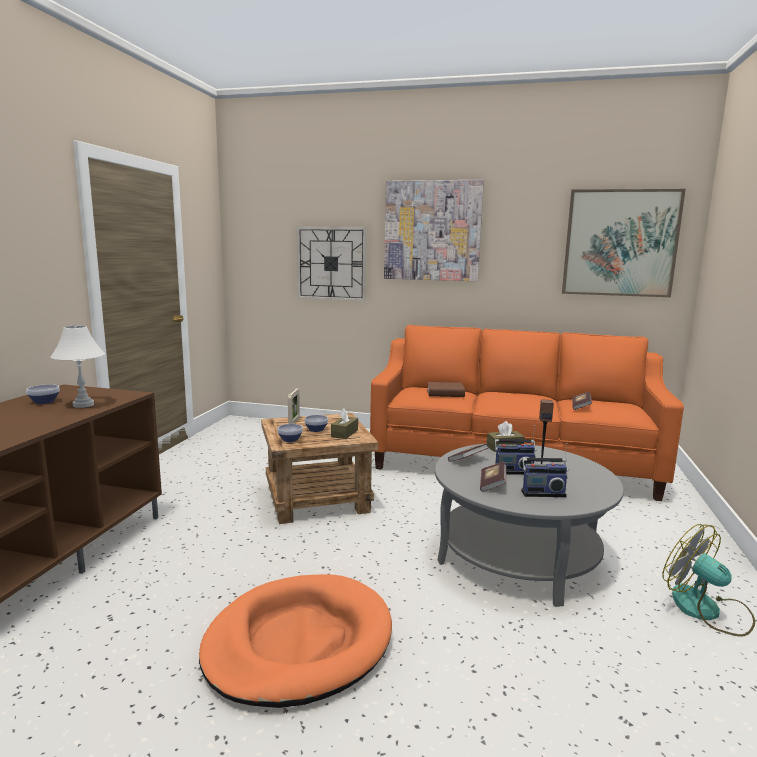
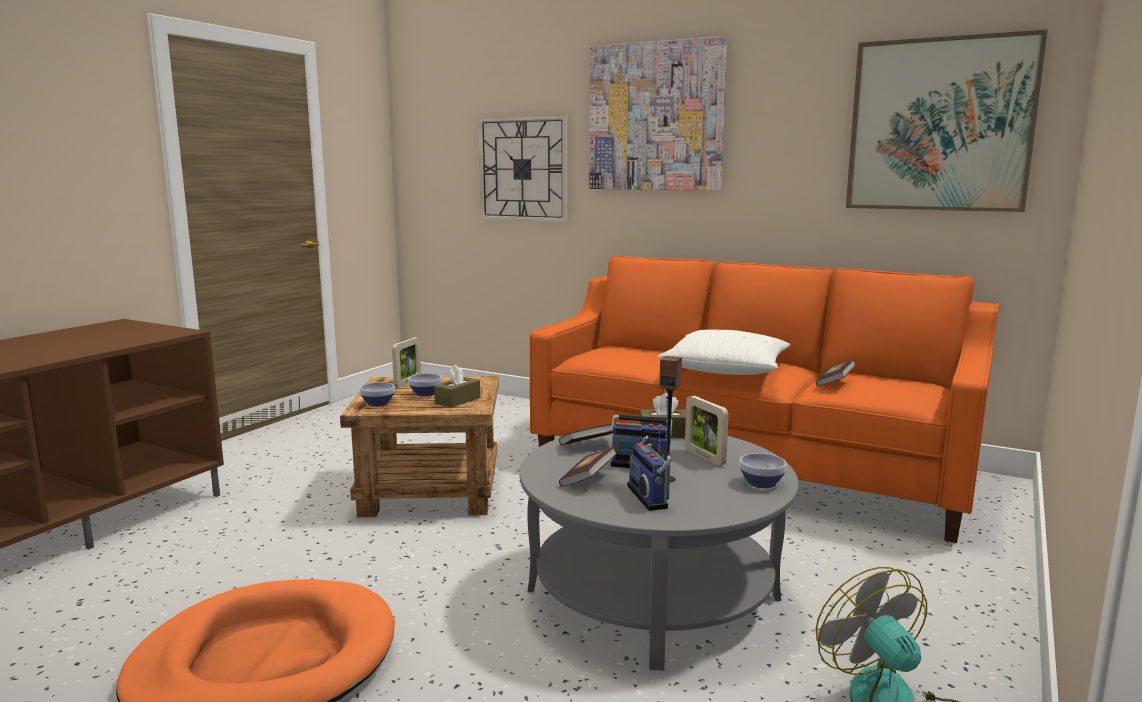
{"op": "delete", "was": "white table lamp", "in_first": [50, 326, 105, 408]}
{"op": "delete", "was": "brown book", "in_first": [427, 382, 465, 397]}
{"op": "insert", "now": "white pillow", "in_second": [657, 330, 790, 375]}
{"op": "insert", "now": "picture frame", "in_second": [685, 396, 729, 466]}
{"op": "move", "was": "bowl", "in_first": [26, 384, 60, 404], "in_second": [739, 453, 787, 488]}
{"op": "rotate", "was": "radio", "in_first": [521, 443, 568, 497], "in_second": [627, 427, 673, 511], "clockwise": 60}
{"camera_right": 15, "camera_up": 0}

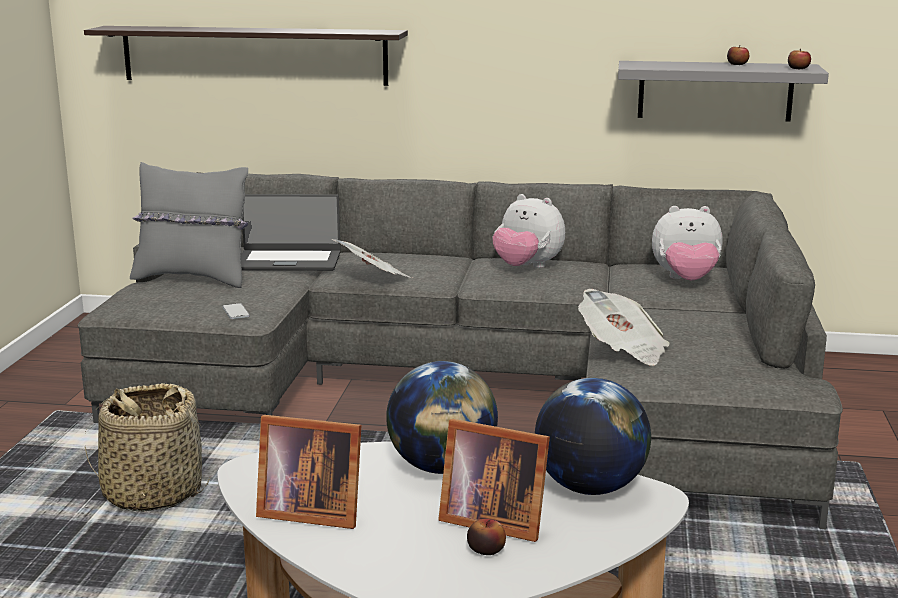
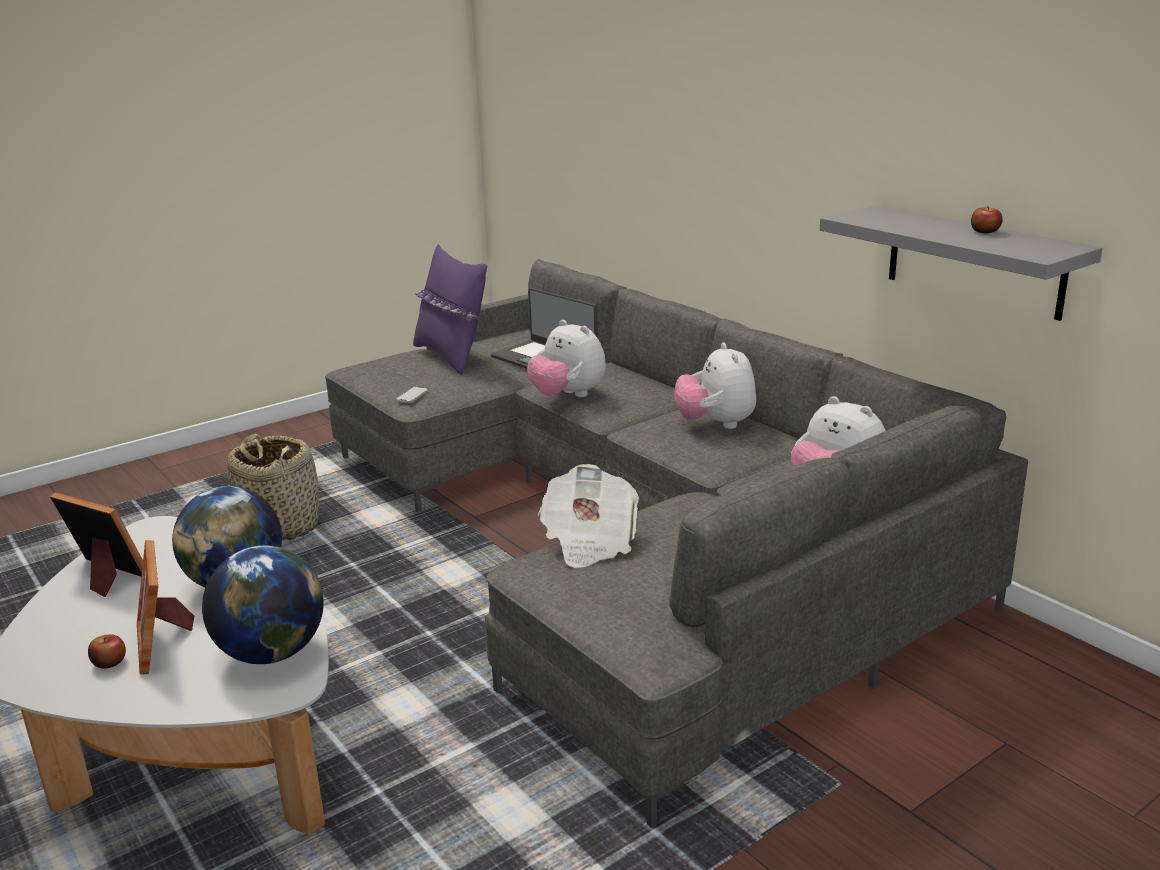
{"op": "delete", "was": "shelf", "in_first": [84, 26, 408, 86]}
{"op": "delete", "was": "apple", "in_first": [788, 49, 811, 69]}
{"op": "replace", "was": "newspaper", "now": "plush toy", "in_first": [331, 239, 412, 278], "in_second": [527, 320, 606, 397]}
{"op": "recolor", "was": "grey pillow", "now": "purple pillow", "in_first": [130, 162, 248, 288], "in_second": [413, 244, 488, 375]}
{"op": "rotate", "was": "picture frame", "in_first": [256, 415, 362, 529], "in_second": [50, 492, 143, 597], "clockwise": 150}
{"camera_right": 45, "camera_up": 5}

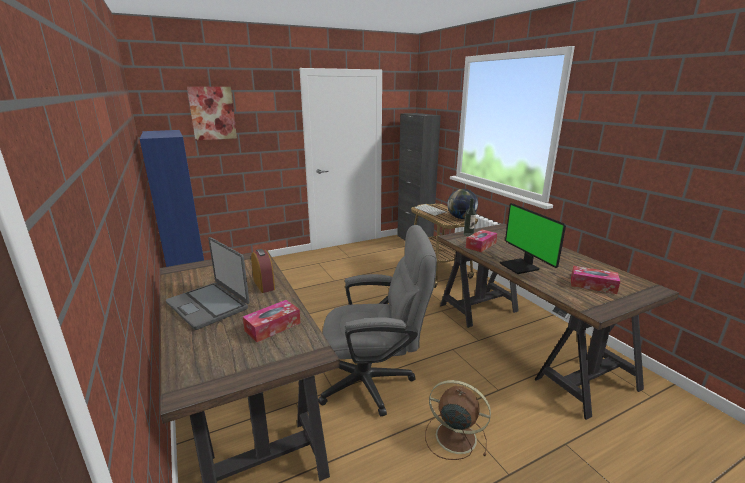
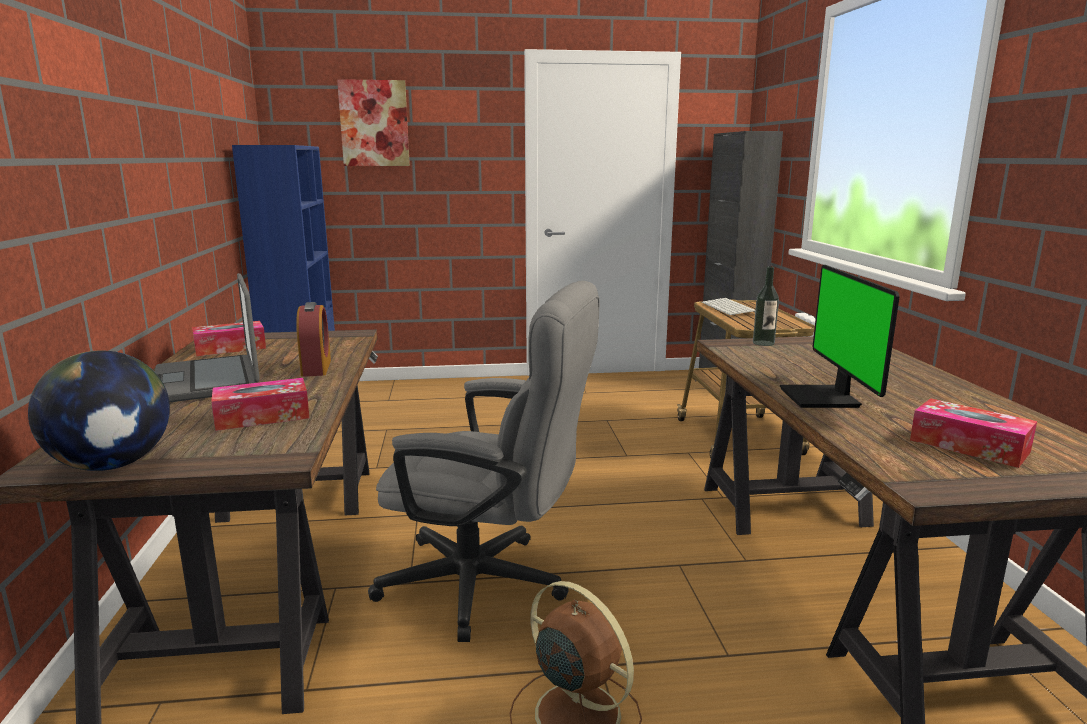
{"op": "move", "was": "globe", "in_first": [447, 189, 478, 219], "in_second": [28, 350, 170, 471]}
{"op": "move", "was": "tissue box", "in_first": [466, 230, 497, 252], "in_second": [192, 321, 266, 356]}
{"camera_right": 20, "camera_up": -5}

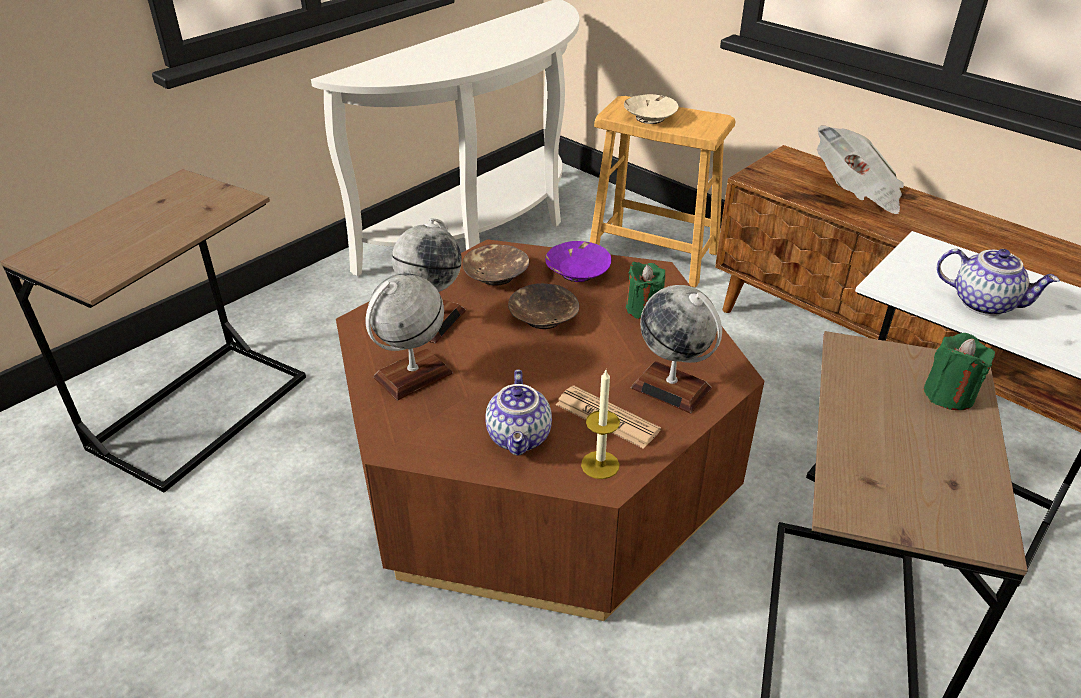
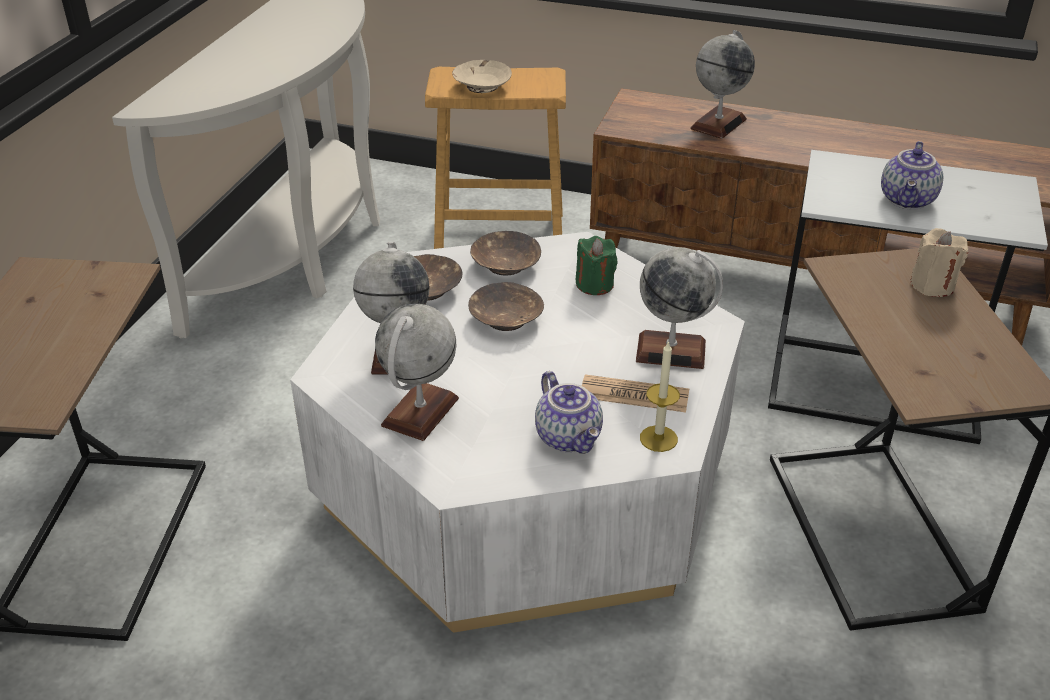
{"op": "replace", "was": "newspaper", "now": "globe", "in_first": [817, 125, 904, 214], "in_second": [690, 30, 755, 139]}
{"op": "recolor", "was": "brown coffee table", "now": "white coffee table", "in_first": [336, 239, 764, 621], "in_second": [290, 232, 745, 633]}
{"op": "recolor", "was": "purple bowl", "now": "brown bowl", "in_first": [545, 241, 612, 282], "in_second": [470, 231, 541, 275]}
{"op": "recolor", "was": "green candle", "now": "beige candle", "in_first": [924, 333, 995, 410], "in_second": [911, 228, 968, 297]}
{"op": "rotate", "was": "teapot", "in_first": [937, 249, 1060, 316], "in_second": [881, 141, 943, 210], "clockwise": 105}
{"camera_right": -25, "camera_up": 0}

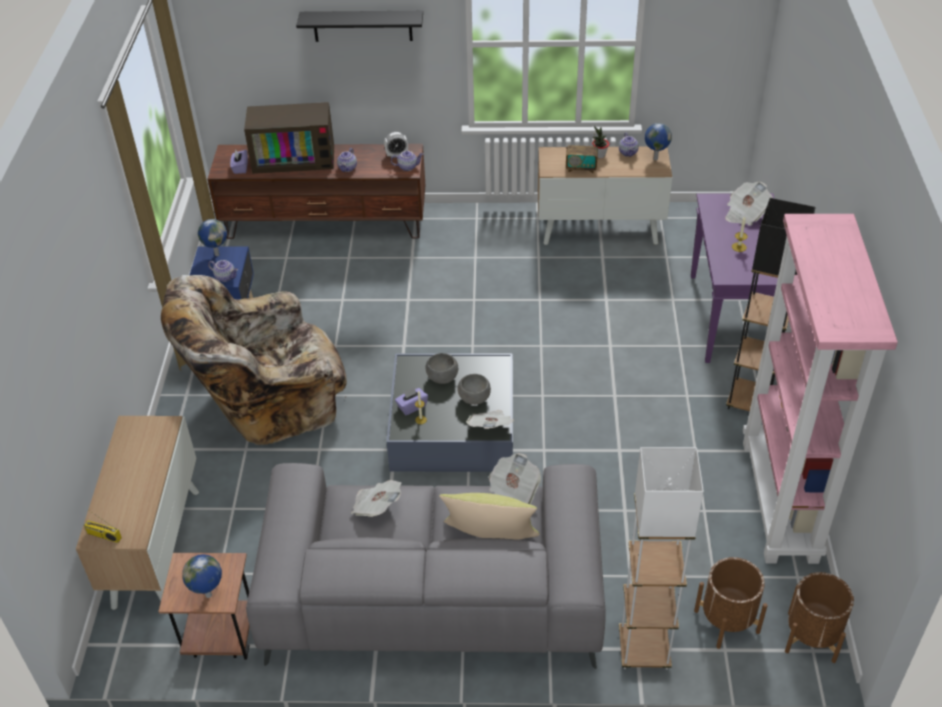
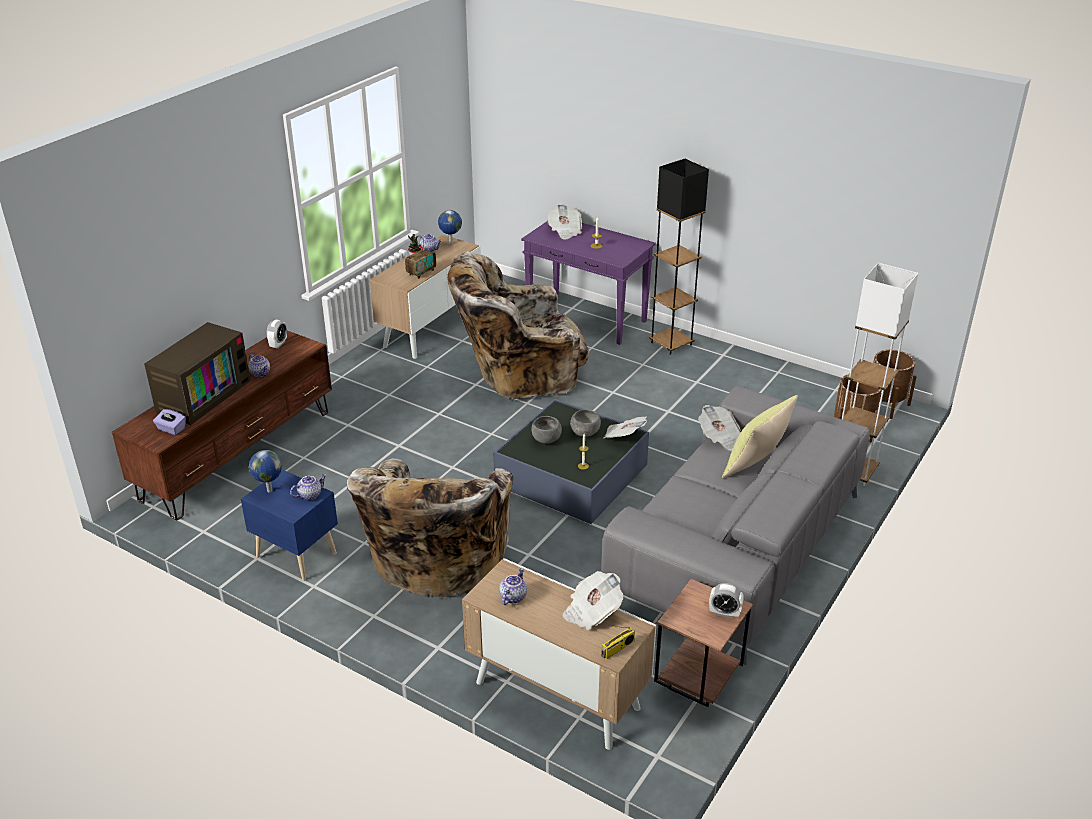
{"op": "delete", "was": "black shelf", "in_first": [296, 11, 423, 42]}
{"op": "delete", "was": "purple tissue box", "in_first": [395, 387, 428, 415]}
{"op": "delete", "was": "pink bookcase", "in_first": [743, 214, 898, 564]}
{"op": "insert", "now": "beige armchair", "in_second": [447, 251, 589, 400]}
{"op": "move", "was": "newspaper", "in_first": [351, 480, 401, 517], "in_second": [562, 571, 623, 630]}
{"op": "move", "was": "teapot", "in_first": [391, 151, 423, 171], "in_second": [499, 568, 527, 605]}
{"op": "replace", "was": "globe", "now": "alarm clock", "in_first": [182, 554, 222, 598], "in_second": [709, 583, 744, 619]}
{"camera_right": -60, "camera_up": -10}

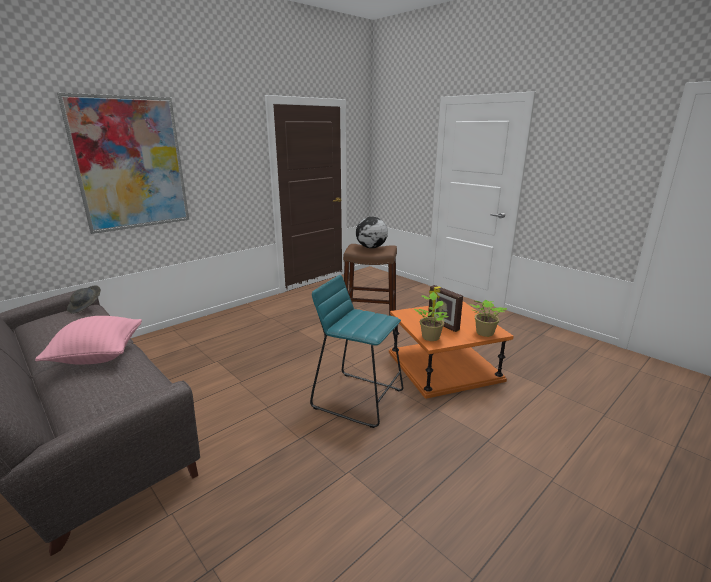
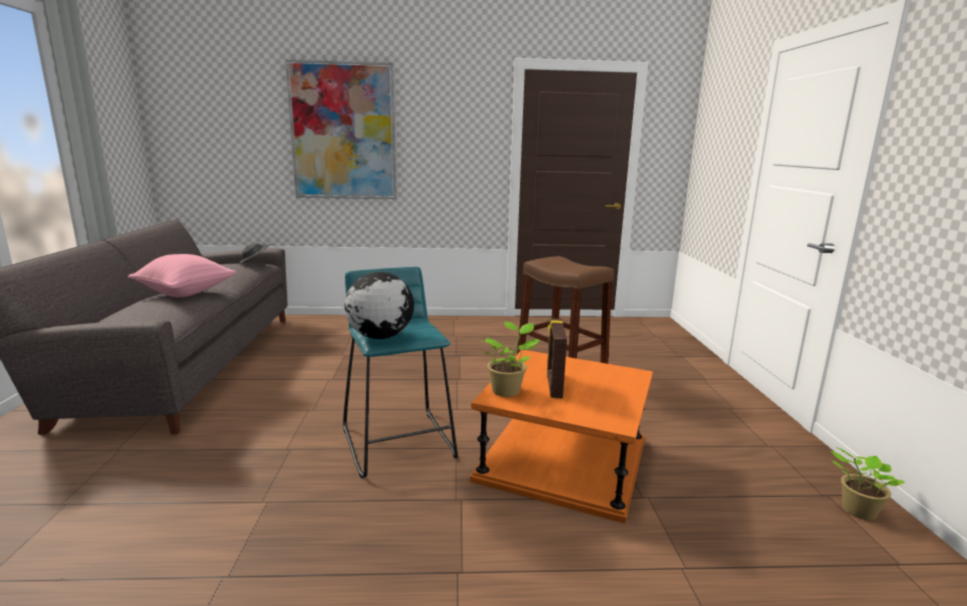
{"op": "move", "was": "globe", "in_first": [356, 217, 388, 248], "in_second": [344, 272, 414, 339]}
{"op": "move", "was": "potted plant", "in_first": [469, 300, 507, 337], "in_second": [831, 447, 904, 520]}
{"camera_right": 40, "camera_up": -5}

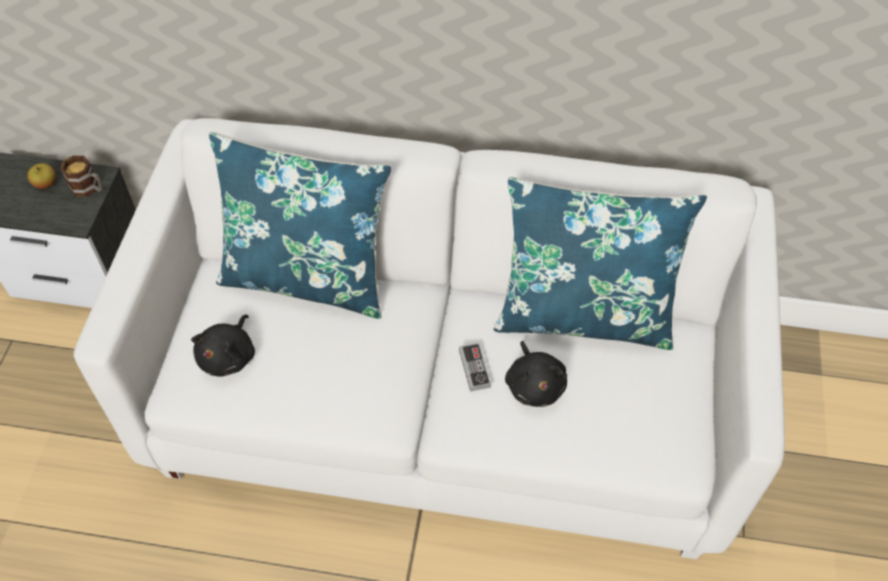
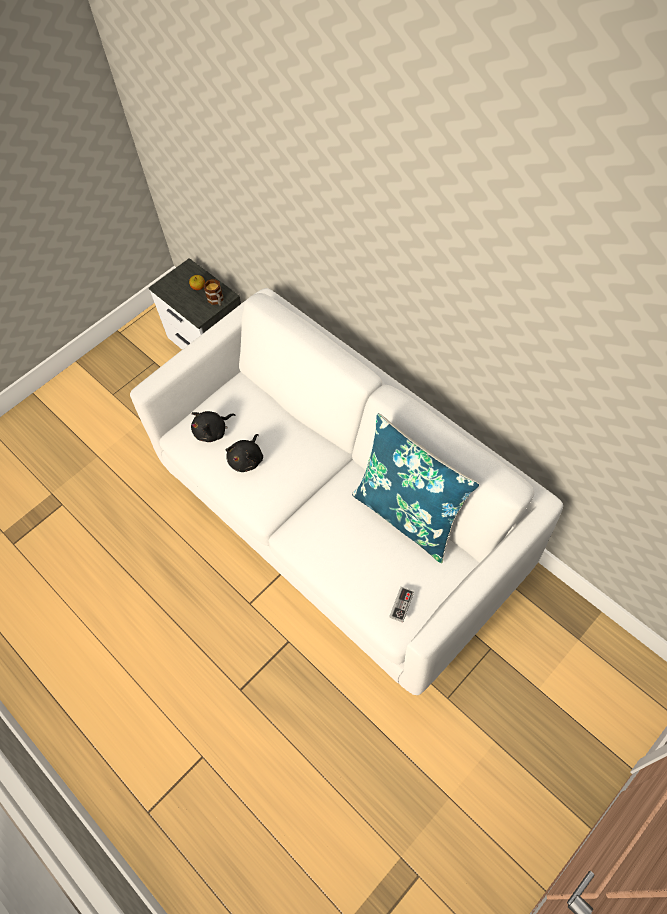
{"op": "delete", "was": "blue pillow", "in_first": [209, 132, 392, 319]}
{"op": "move", "was": "game controller", "in_first": [459, 343, 491, 392], "in_second": [389, 587, 414, 623]}
{"op": "move", "was": "black plush toy", "in_first": [505, 341, 567, 407], "in_second": [226, 434, 263, 472]}
{"camera_right": 40, "camera_up": 5}

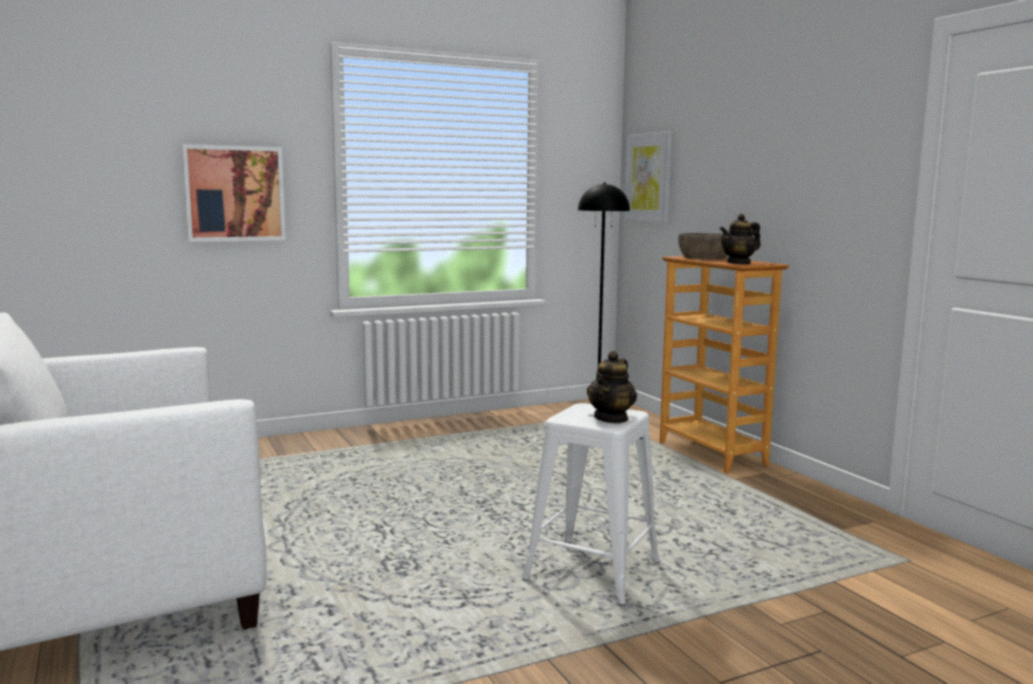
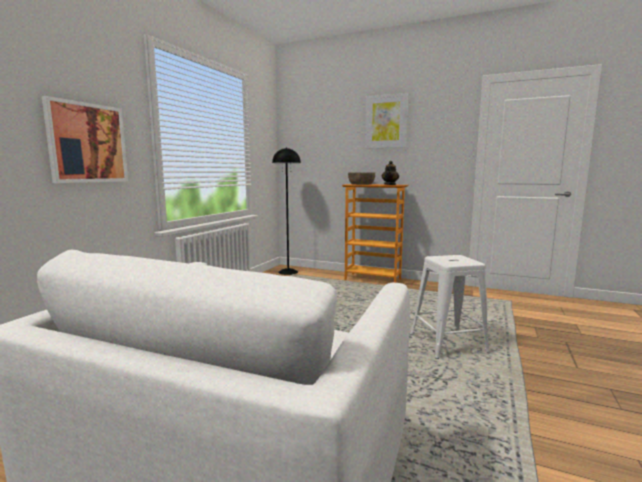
{"op": "delete", "was": "teapot", "in_first": [587, 351, 637, 423]}
{"op": "move", "was": "picture", "in_first": [624, 131, 672, 224], "in_second": [365, 93, 408, 149]}
{"camera_right": -40, "camera_up": 0}

